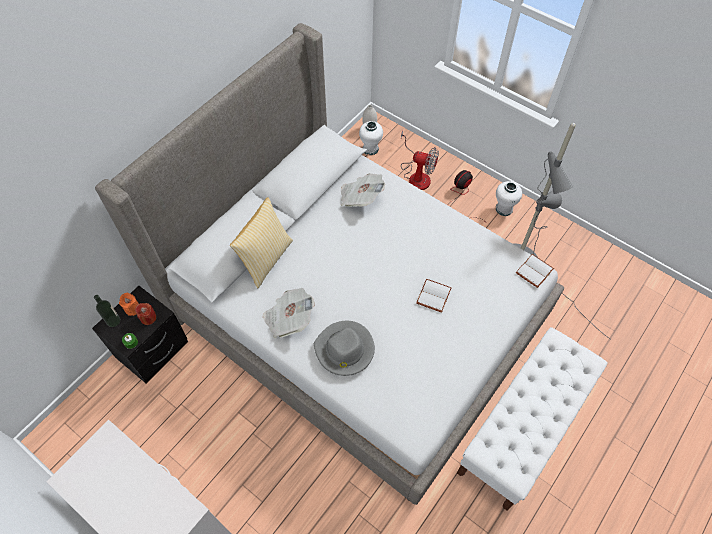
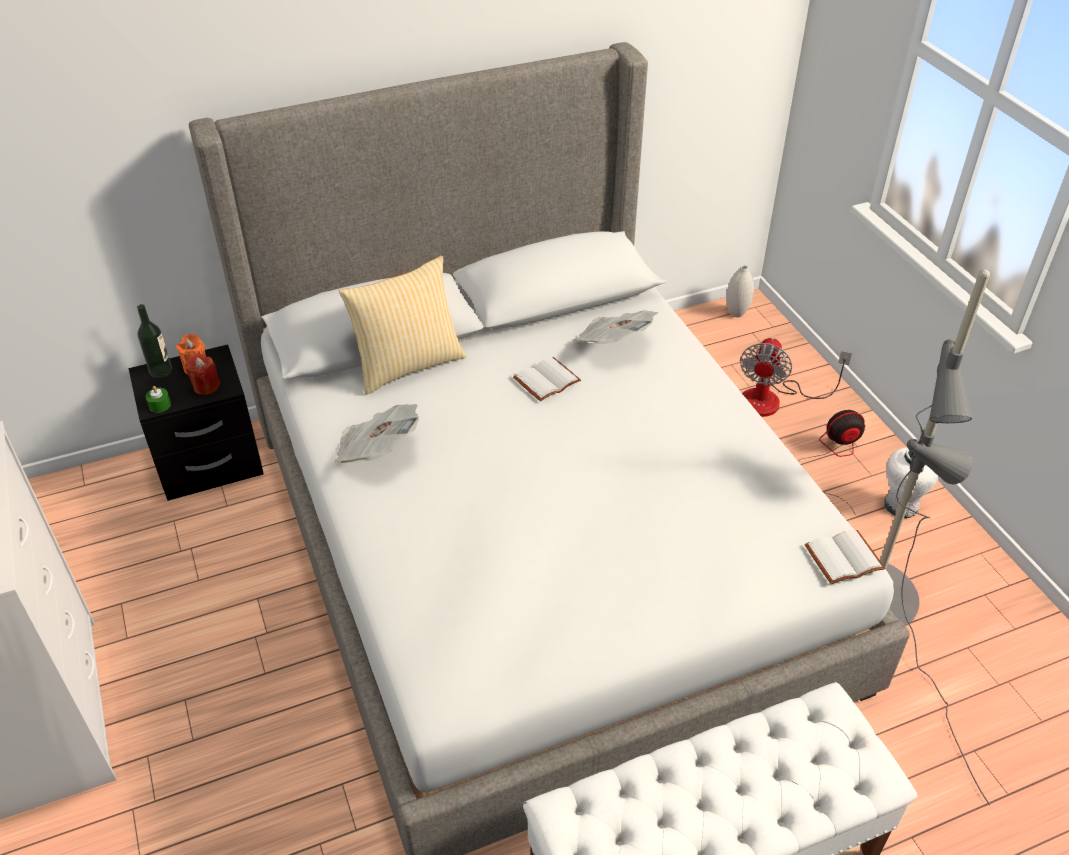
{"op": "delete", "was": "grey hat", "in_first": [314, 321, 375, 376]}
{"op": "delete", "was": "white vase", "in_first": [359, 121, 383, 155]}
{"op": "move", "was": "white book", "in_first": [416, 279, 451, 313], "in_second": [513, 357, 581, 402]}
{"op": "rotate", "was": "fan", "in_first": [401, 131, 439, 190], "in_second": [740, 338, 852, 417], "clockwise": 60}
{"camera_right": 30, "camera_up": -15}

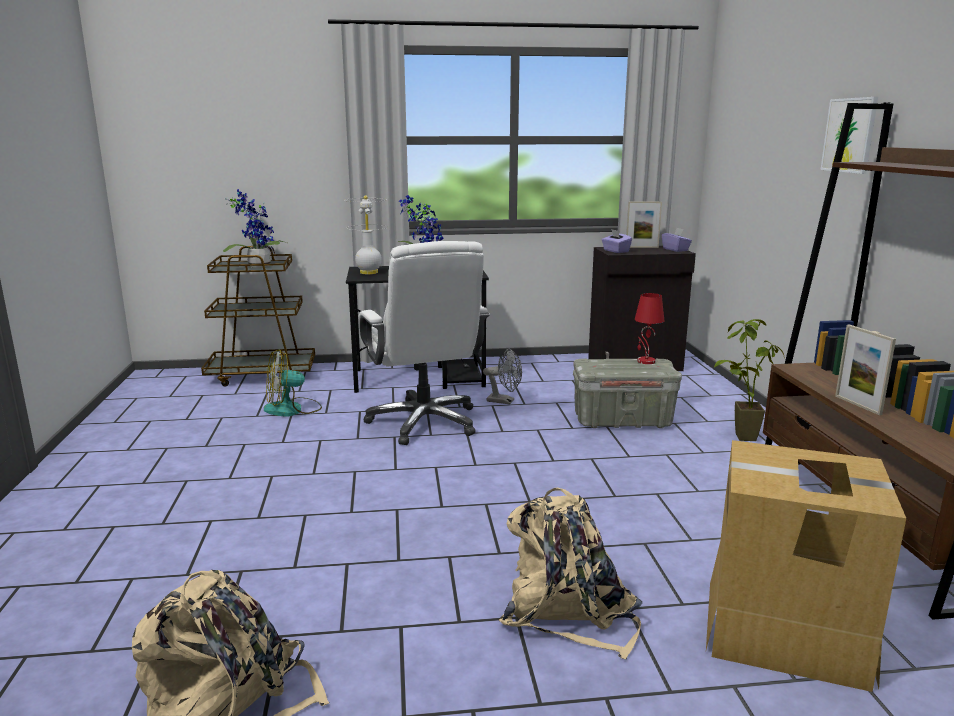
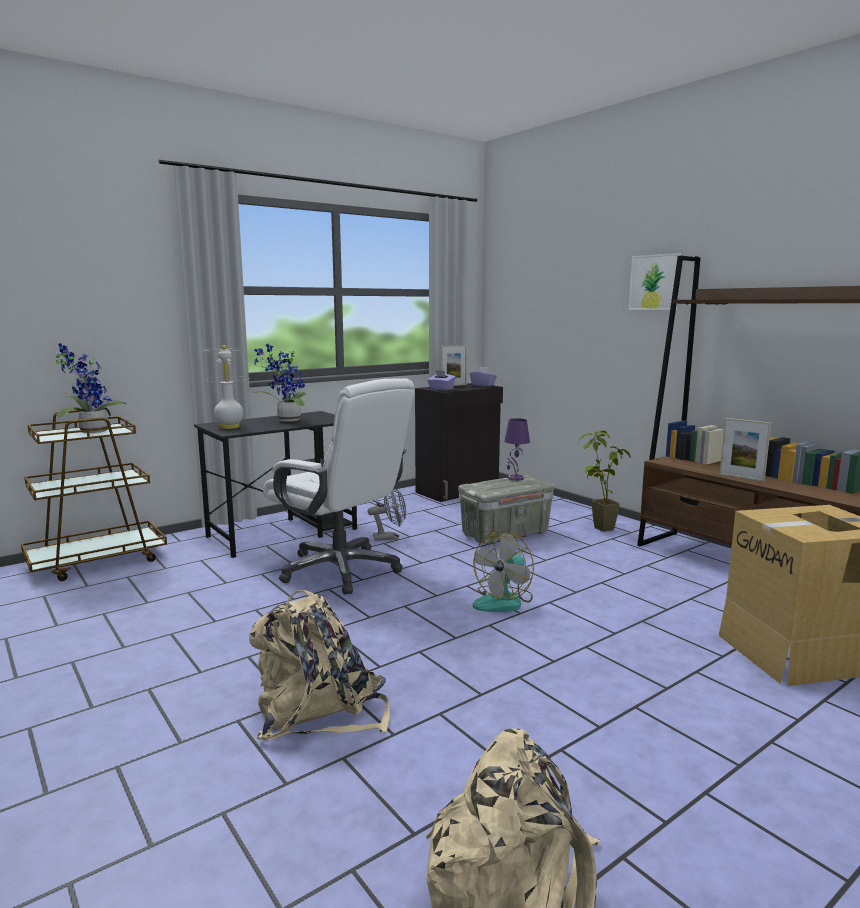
{"op": "move", "was": "fan", "in_first": [264, 349, 322, 417], "in_second": [473, 531, 534, 612]}
{"op": "move", "was": "beige backpack", "in_first": [499, 488, 642, 659], "in_second": [249, 590, 389, 741]}
{"op": "recolor", "was": "red table lamp", "now": "purple table lamp", "in_first": [635, 293, 664, 364], "in_second": [504, 418, 530, 481]}
{"camera_right": -30, "camera_up": -5}

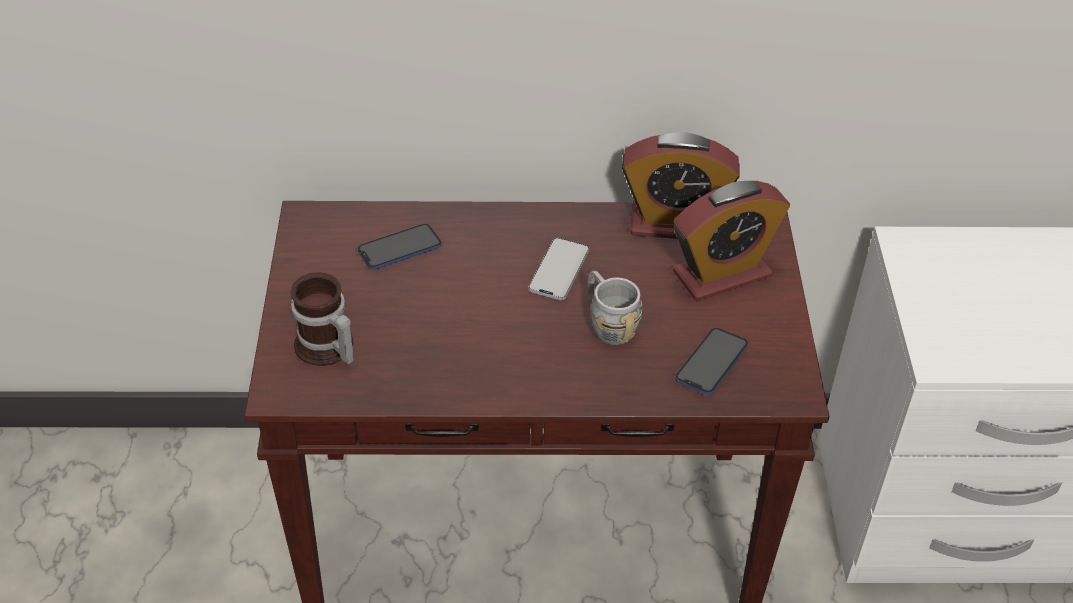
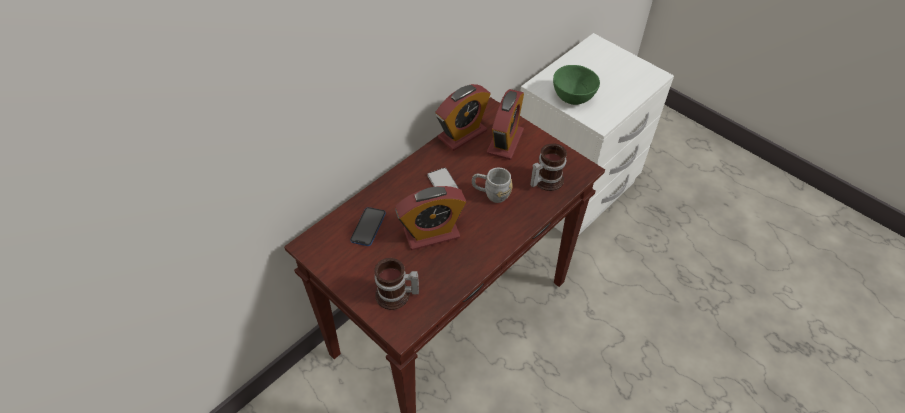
{"op": "insert", "now": "alarm clock", "in_second": [395, 186, 466, 250]}
{"op": "insert", "now": "green bowl", "in_second": [553, 65, 600, 105]}
{"op": "replace", "was": "phone", "now": "mug", "in_first": [675, 328, 748, 395], "in_second": [530, 143, 567, 191]}
{"camera_right": -45, "camera_up": 5}

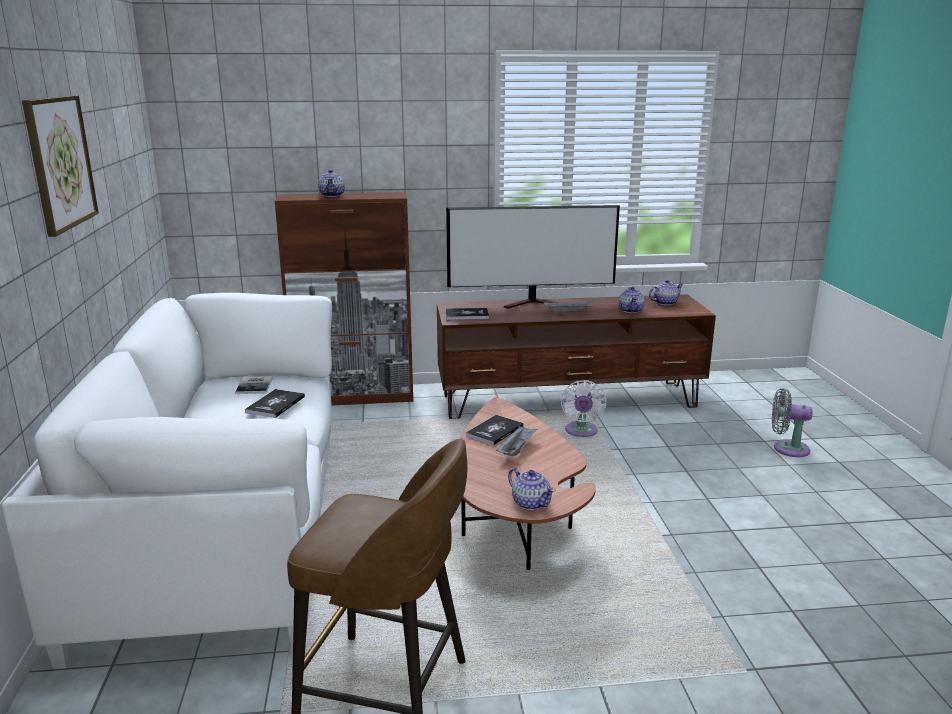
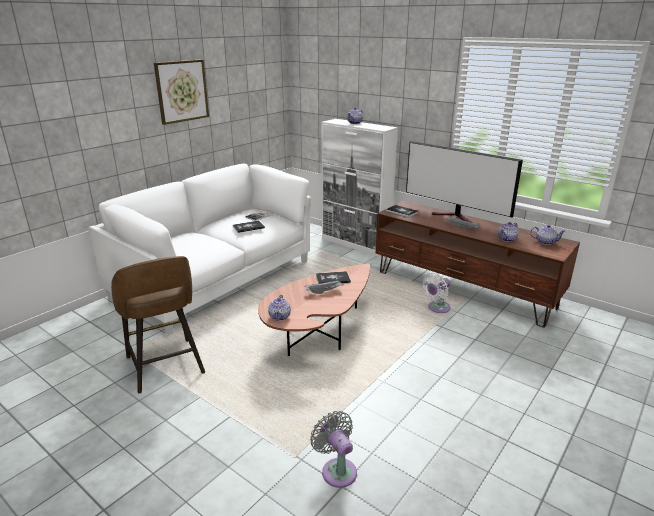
{"op": "move", "was": "grey fan", "in_first": [772, 388, 813, 457], "in_second": [310, 411, 357, 488]}
{"op": "recolor", "was": "brown cabinet", "now": "white cabinet", "in_first": [275, 192, 413, 405], "in_second": [321, 119, 398, 257]}
{"camera_right": 45, "camera_up": 5}

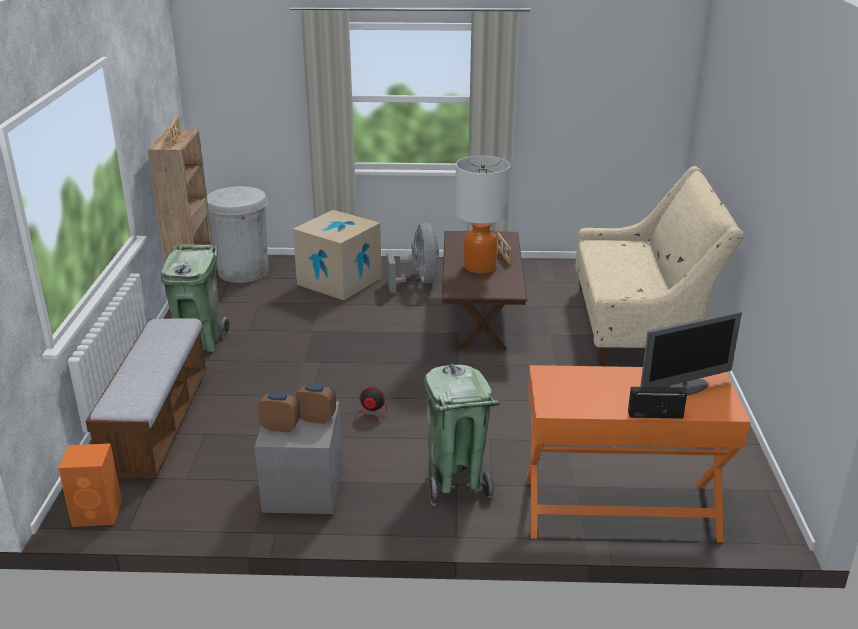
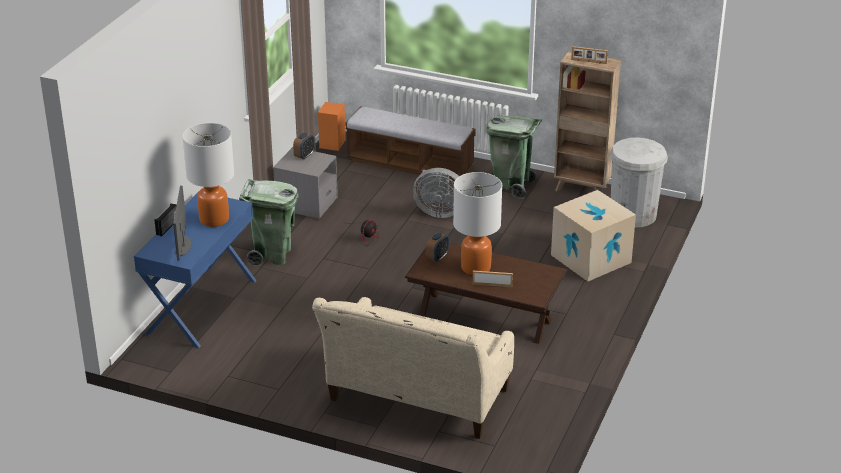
{"op": "insert", "now": "table lamp", "in_second": [183, 123, 234, 227]}
{"op": "move", "was": "alarm clock", "in_first": [295, 383, 336, 424], "in_second": [426, 232, 449, 262]}
{"op": "move", "was": "grey fan", "in_first": [386, 223, 439, 293], "in_second": [413, 168, 459, 218]}
{"op": "recolor", "was": "orange desk", "now": "blue desk", "in_first": [525, 365, 751, 543], "in_second": [134, 191, 257, 348]}
{"camera_right": 110, "camera_up": 5}

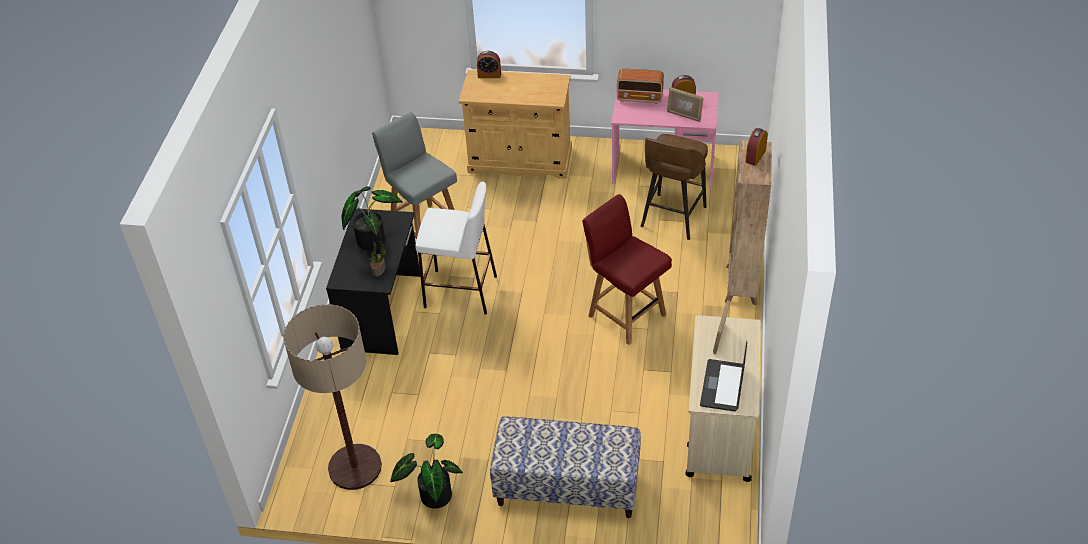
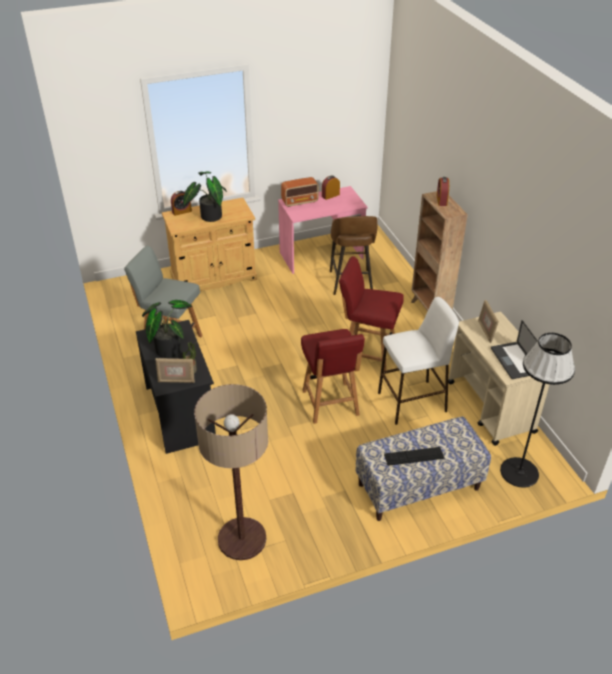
{"op": "insert", "now": "red chair", "in_second": [301, 329, 365, 424]}
{"op": "insert", "now": "keyboard", "in_second": [384, 447, 444, 466]}
{"op": "insert", "now": "black floor lamp", "in_second": [500, 333, 575, 488]}
{"op": "move", "was": "potted plant", "in_first": [390, 434, 463, 509], "in_second": [183, 171, 227, 222]}
{"op": "move", "was": "white stool", "in_first": [416, 182, 497, 315], "in_second": [378, 297, 459, 425]}
{"op": "move", "was": "picture frame", "in_first": [667, 87, 703, 122], "in_second": [155, 358, 195, 383]}
{"camera_right": -30, "camera_up": -5}

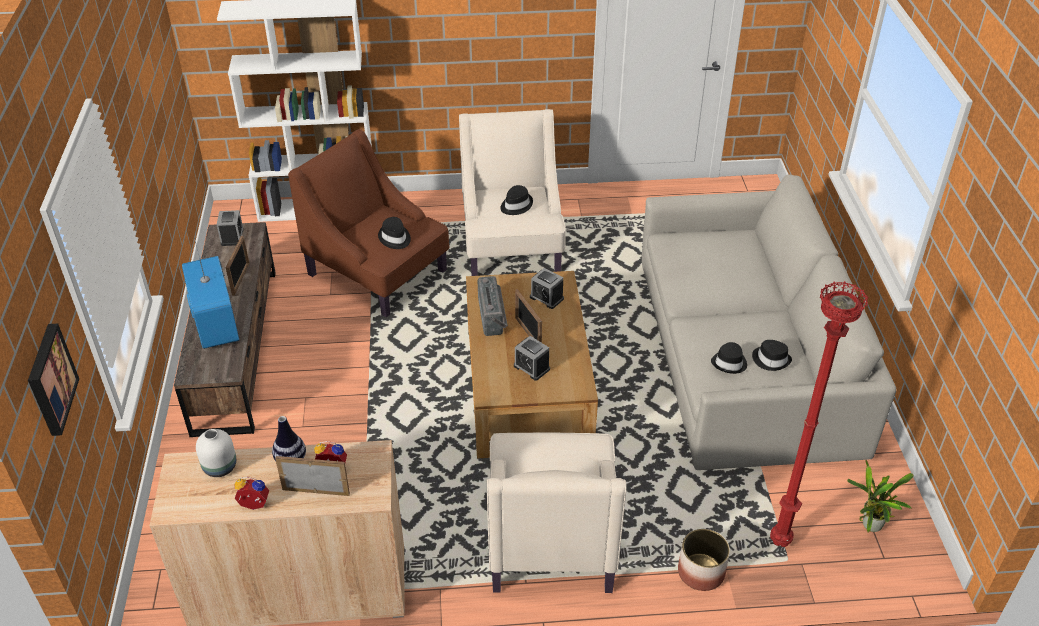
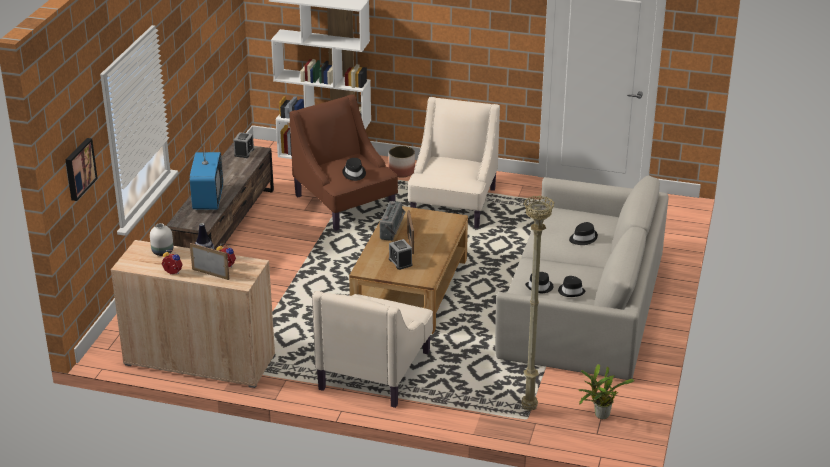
{"op": "delete", "was": "picture frame", "in_first": [225, 236, 250, 296]}
{"op": "delete", "was": "alarm clock", "in_first": [530, 268, 564, 309]}
{"op": "move", "was": "black hat", "in_first": [500, 185, 533, 215], "in_second": [569, 222, 598, 245]}
{"op": "move", "was": "planter", "in_first": [678, 529, 730, 591], "in_second": [389, 146, 415, 177]}
{"op": "recolor", "was": "red floor lamp", "now": "beige floor lamp", "in_first": [770, 281, 868, 547], "in_second": [521, 195, 555, 411]}
{"camera_right": 20, "camera_up": -10}

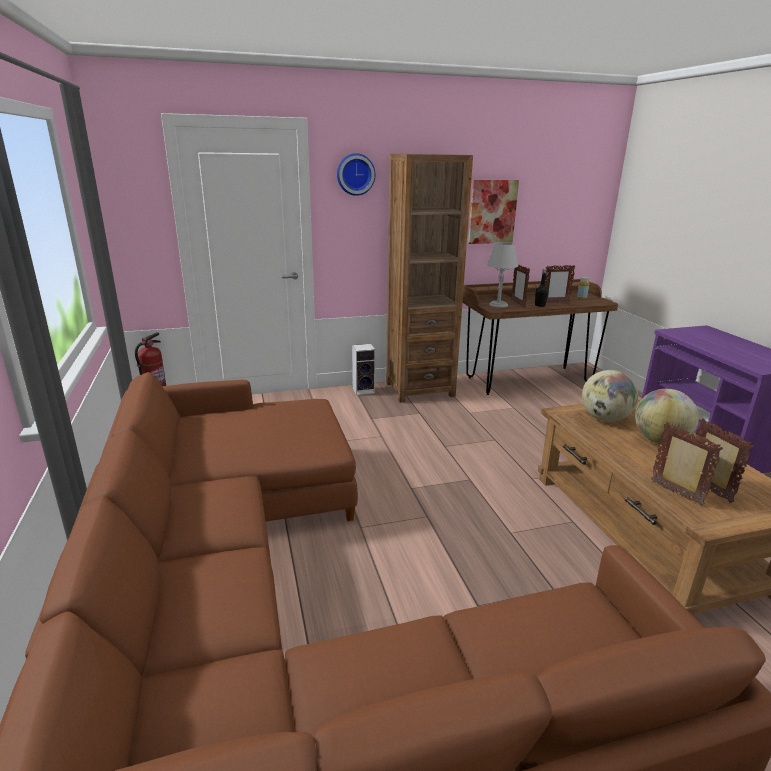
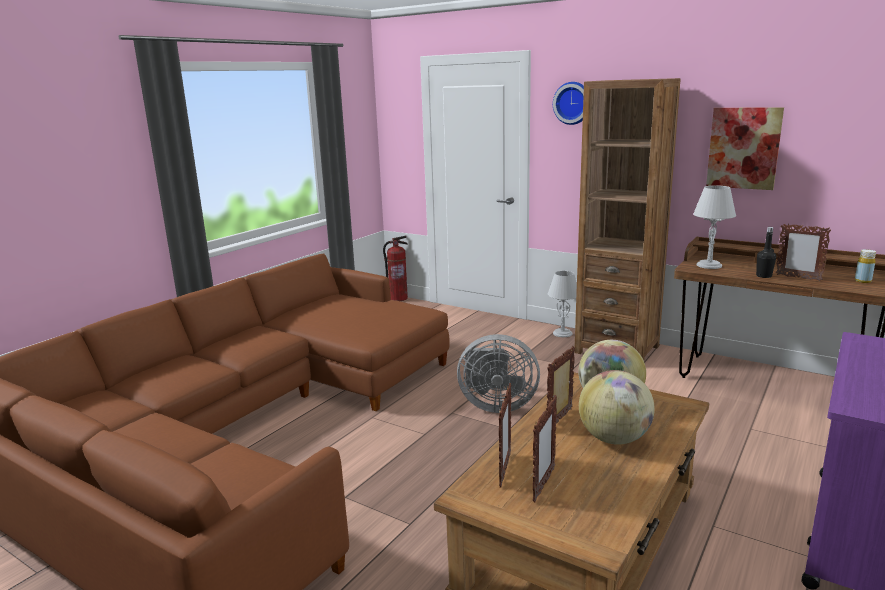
{"op": "insert", "now": "grey fan", "in_second": [457, 334, 540, 413]}
{"op": "move", "was": "picture frame", "in_first": [511, 265, 530, 307], "in_second": [547, 346, 575, 425]}
{"op": "replace", "was": "speaker", "now": "grey table lamp", "in_first": [352, 344, 375, 395], "in_second": [548, 271, 577, 337]}
{"camera_right": 50, "camera_up": -5}

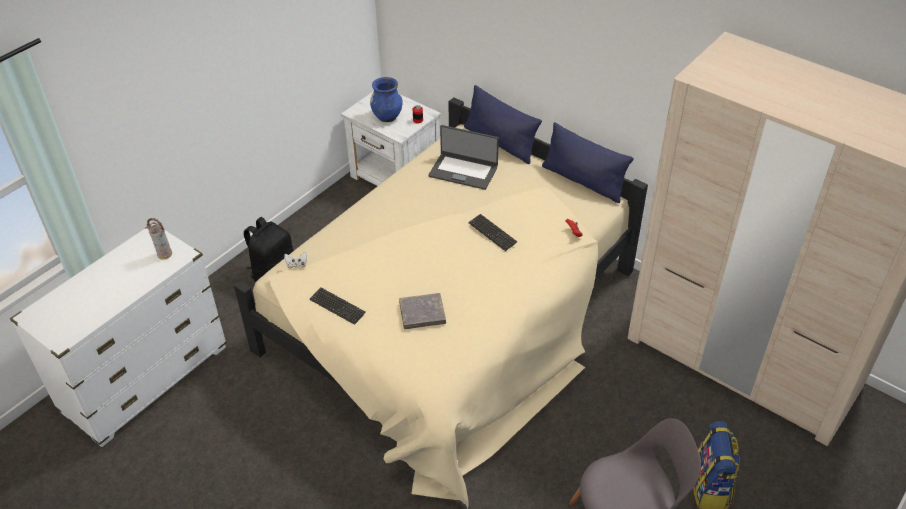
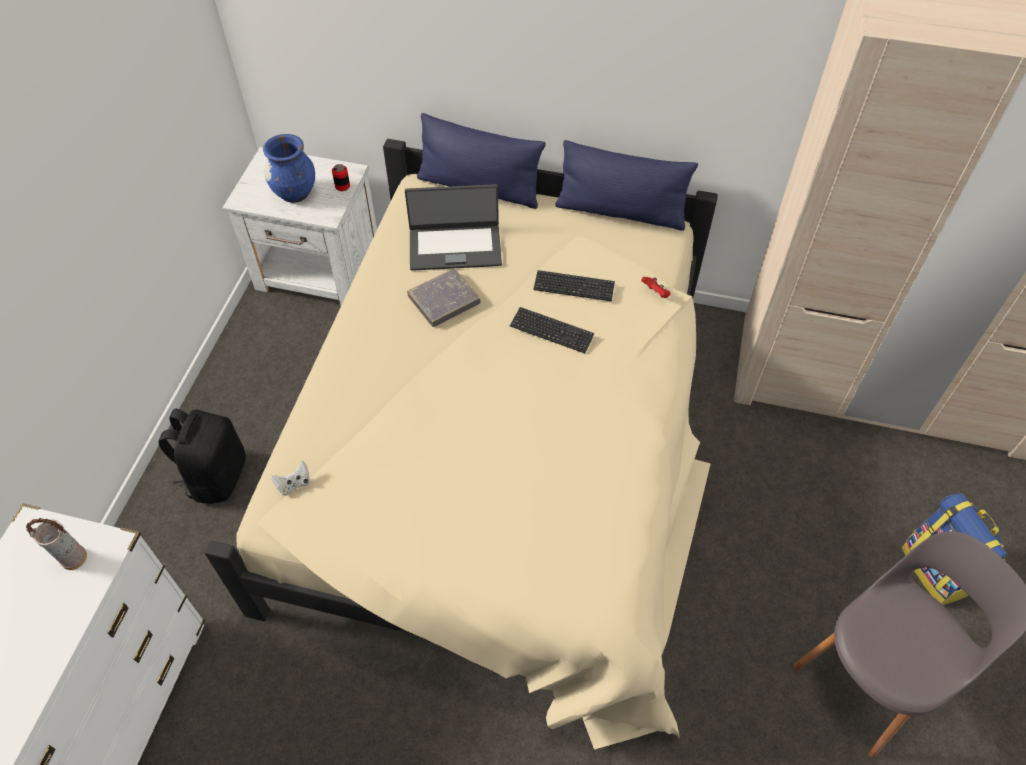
{"op": "move", "was": "keyboard", "in_first": [310, 288, 366, 325], "in_second": [533, 270, 615, 301]}
{"op": "move", "was": "grey book", "in_first": [399, 293, 446, 329], "in_second": [407, 268, 481, 327]}
{"camera_right": -25, "camera_up": 10}

